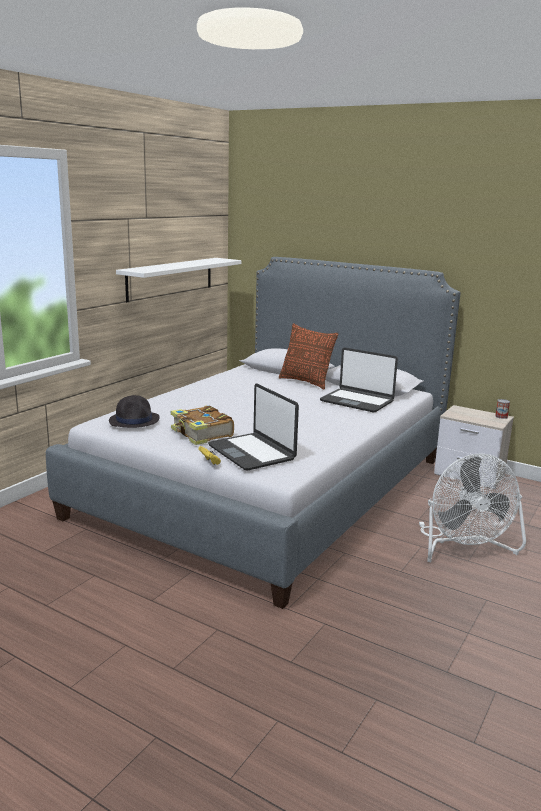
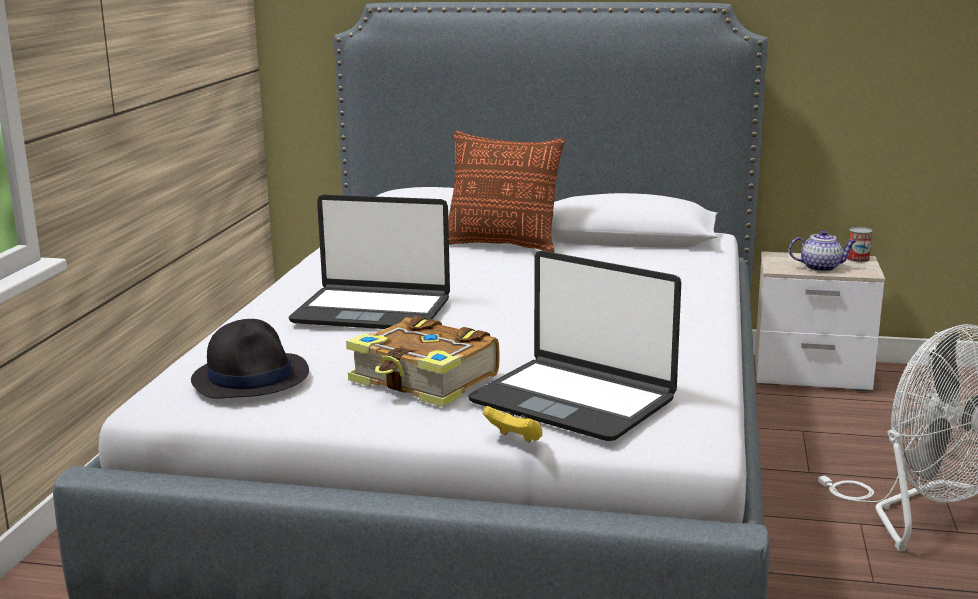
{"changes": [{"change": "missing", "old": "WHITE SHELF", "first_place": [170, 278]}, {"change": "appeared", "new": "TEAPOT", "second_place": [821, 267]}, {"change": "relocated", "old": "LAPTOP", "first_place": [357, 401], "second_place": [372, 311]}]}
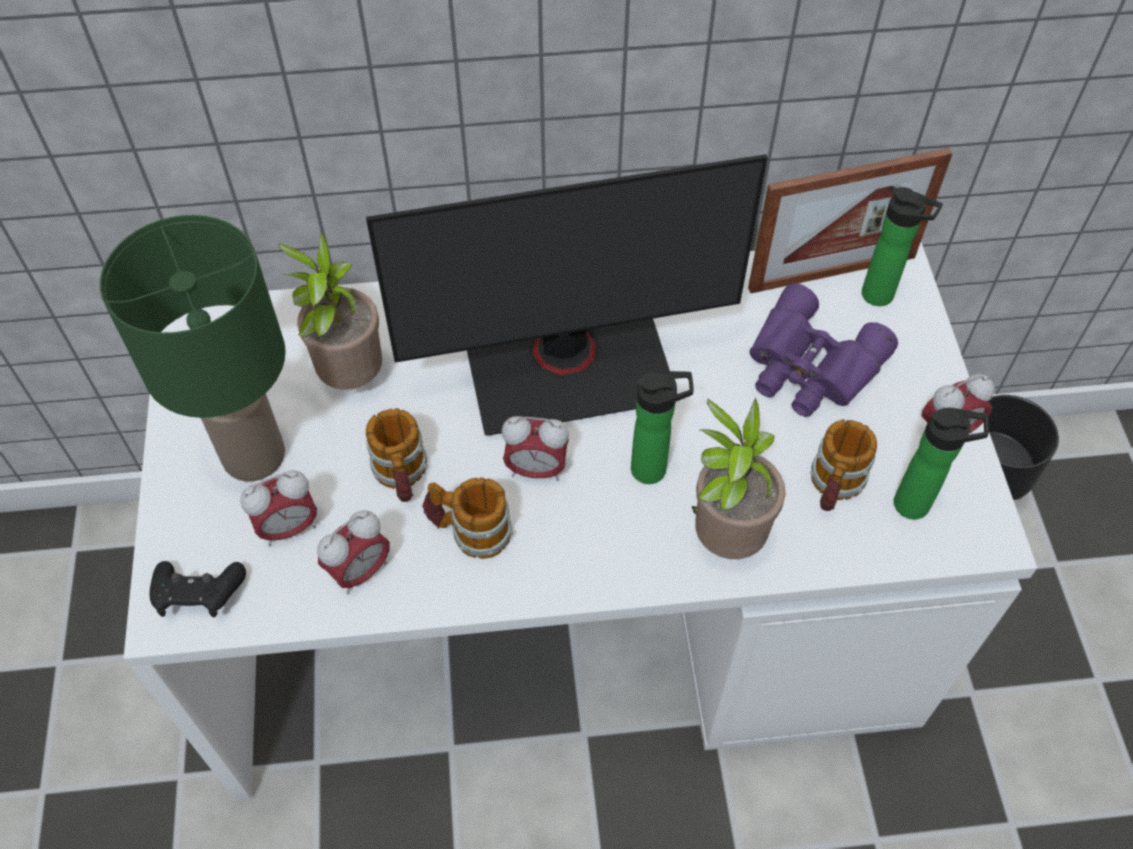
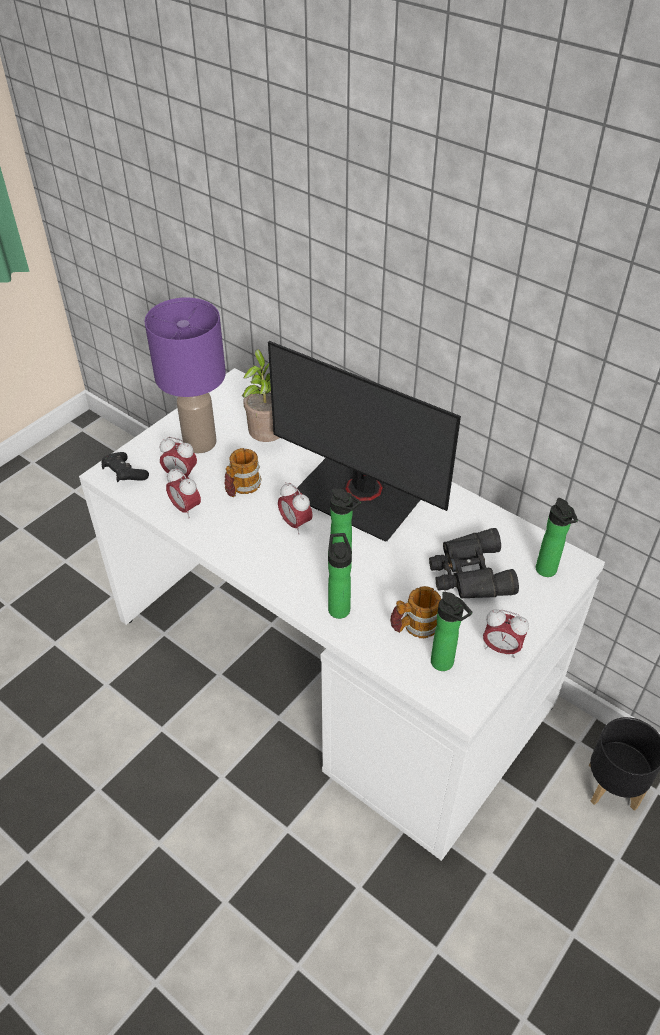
{"changes": [{"change": "missing", "old": "MUG", "first_place": [470, 531]}, {"change": "missing", "old": "PICTURE FRAME", "first_place": [832, 272]}, {"change": "exchanged", "old": "POTTED PLANT", "new": "BOTTLE", "first_place": [724, 537], "second_place": [338, 607]}, {"change": "colour", "old": "GREEN TABLE LAMP", "new": "PURPLE TABLE LAMP", "first_place": [255, 455], "second_place": [200, 443]}, {"change": "colour", "old": "PURPLE BINOCULARS", "new": "BLACK BINOCULARS", "first_place": [810, 367], "second_place": [468, 574]}, {"change": "spun", "old": "ALARM CLOCK", "first_place": [360, 571], "second_place": [185, 508], "degrees": 45}]}
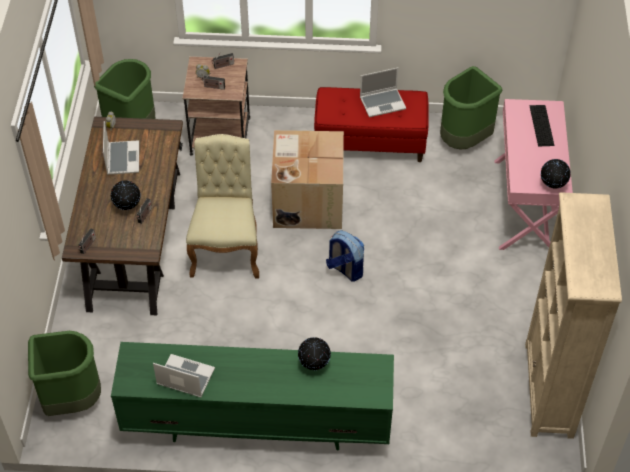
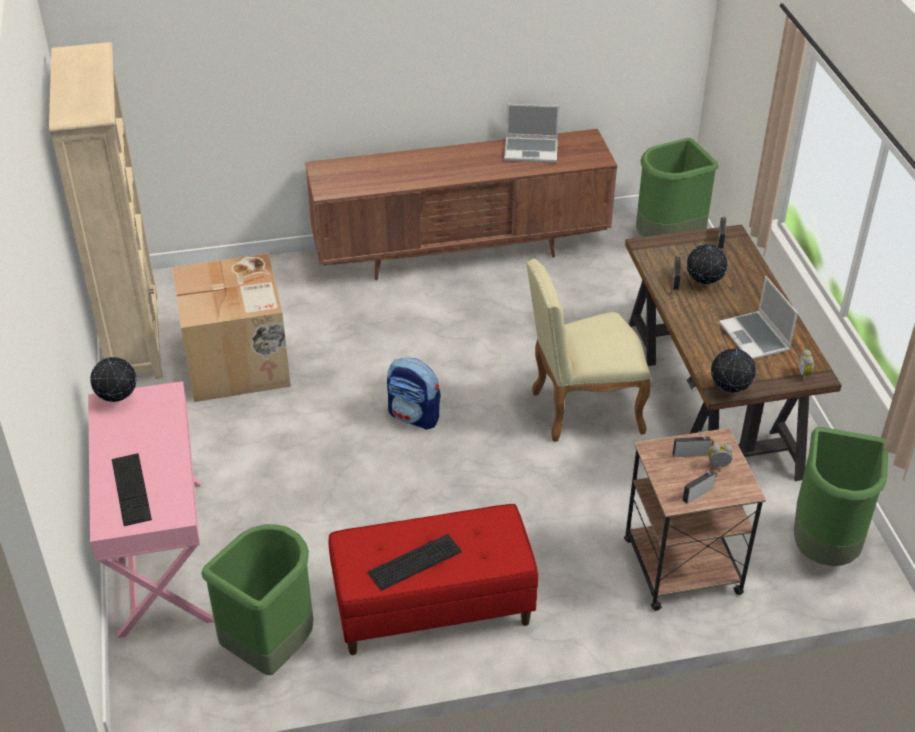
{"changes": [{"change": "relocated", "old": "CARDBOARD BOX", "first_place": [307, 201], "second_place": [238, 363]}, {"change": "relocated", "old": "GLOBE", "first_place": [314, 365], "second_place": [729, 391]}, {"change": "exchanged", "old": "LAPTOP", "new": "KEYBOARD", "first_place": [383, 103], "second_place": [415, 562]}, {"change": "colour", "old": "GREEN CABINET", "new": "BROWN CABINET", "first_place": [256, 427], "second_place": [461, 253]}, {"change": "spun", "old": "BEIGE CHAIR", "first_place": [226, 250], "second_place": [583, 409], "degrees": 90}]}
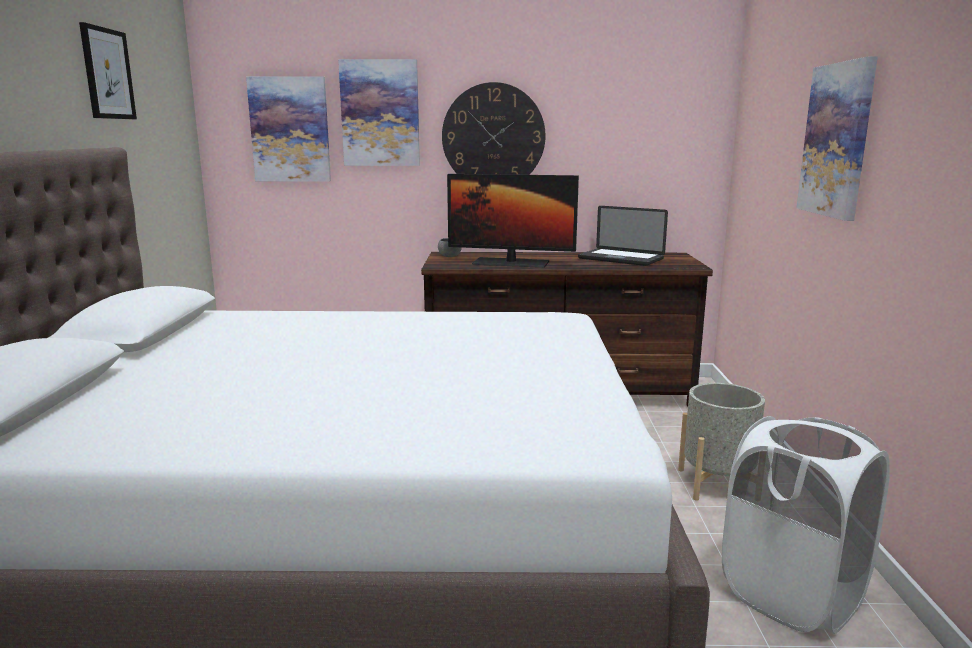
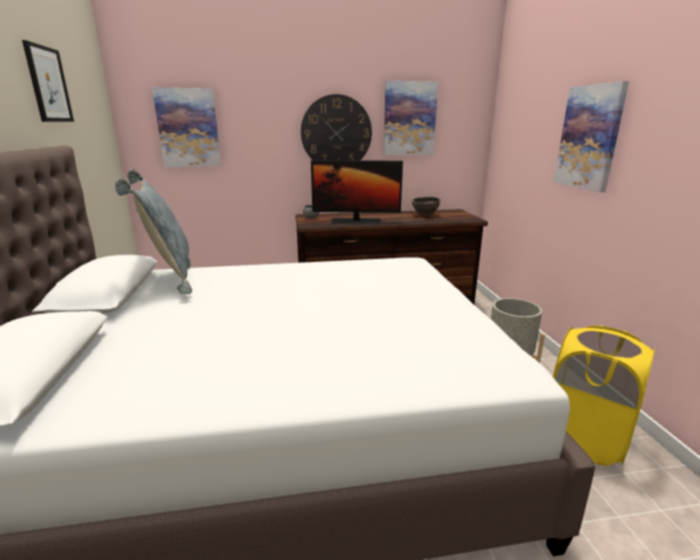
{"changes": [{"change": "appeared", "new": "PILLOW", "second_place": [167, 284]}, {"change": "relocated", "old": "PICTURE", "first_place": [380, 113], "second_place": [409, 119]}, {"change": "exchanged", "old": "LAPTOP", "new": "BROWN BOWL", "first_place": [620, 259], "second_place": [425, 215]}, {"change": "colour", "old": "WHITE LAUNDRY BASKET", "new": "YELLOW LAUNDRY BASKET", "first_place": [792, 595], "second_place": [585, 438]}]}
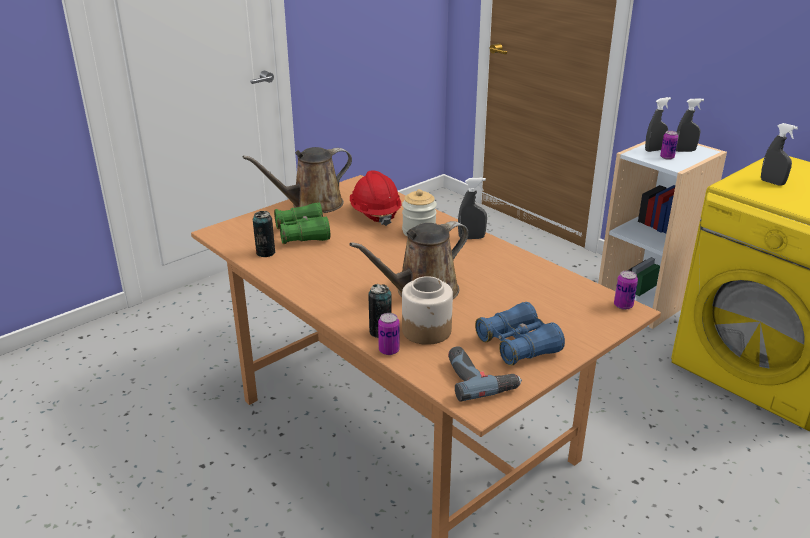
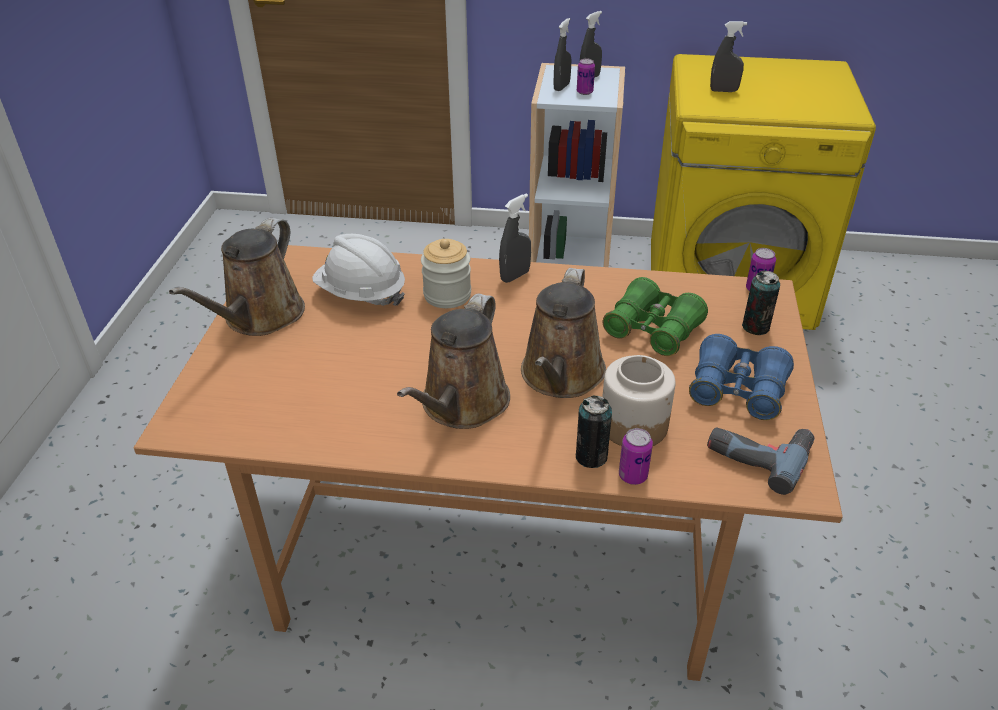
{"changes": [{"change": "appeared", "new": "BROWN WATERING CAN", "second_place": [461, 405]}, {"change": "relocated", "old": "CAN", "first_place": [265, 252], "second_place": [755, 327]}, {"change": "relocated", "old": "GREEN BINOCULARS", "first_place": [303, 234], "second_place": [652, 329]}, {"change": "colour", "old": "RED HARD HAT", "new": "WHITE HARD HAT", "first_place": [375, 214], "second_place": [361, 294]}]}
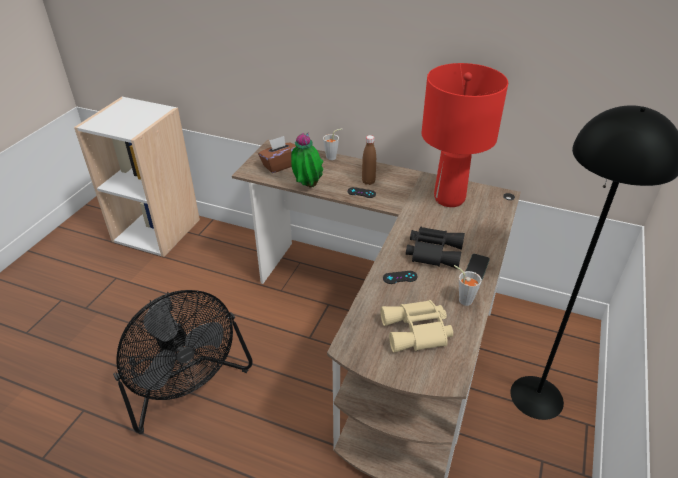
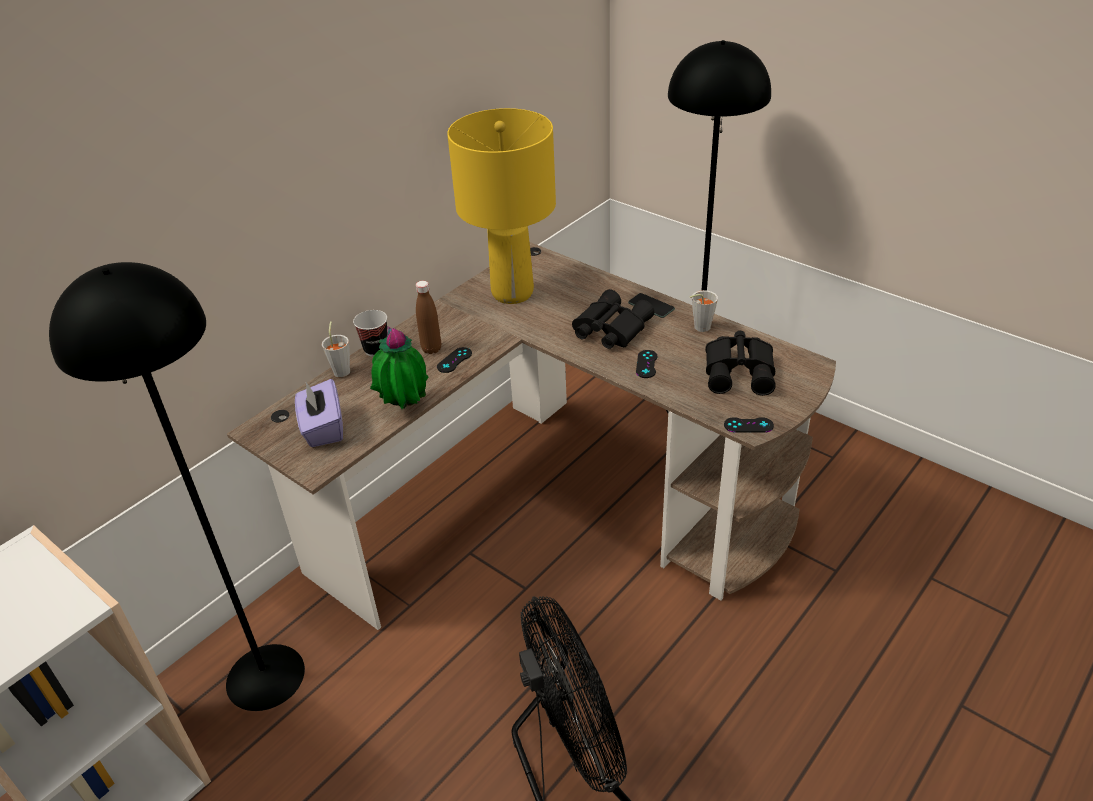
{"changes": [{"change": "appeared", "new": "BLACK FLOOR LAMP", "second_place": [265, 677]}, {"change": "appeared", "new": "CUP", "second_place": [376, 349]}, {"change": "appeared", "new": "BLACK GAME CONTROLLER", "second_place": [748, 425]}, {"change": "colour", "old": "BROWN TISSUE BOX", "new": "PURPLE TISSUE BOX", "first_place": [280, 165], "second_place": [323, 428]}, {"change": "colour", "old": "BEIGE BINOCULARS", "new": "BLACK BINOCULARS", "first_place": [417, 332], "second_place": [741, 371]}, {"change": "colour", "old": "RED TABLE LAMP", "new": "YELLOW TABLE LAMP", "first_place": [449, 198], "second_place": [512, 292]}]}
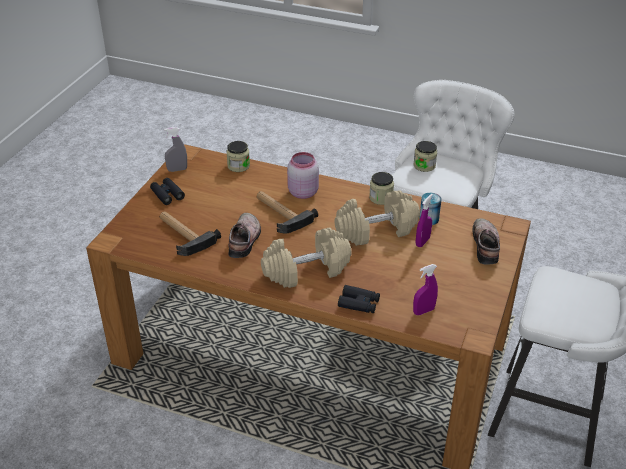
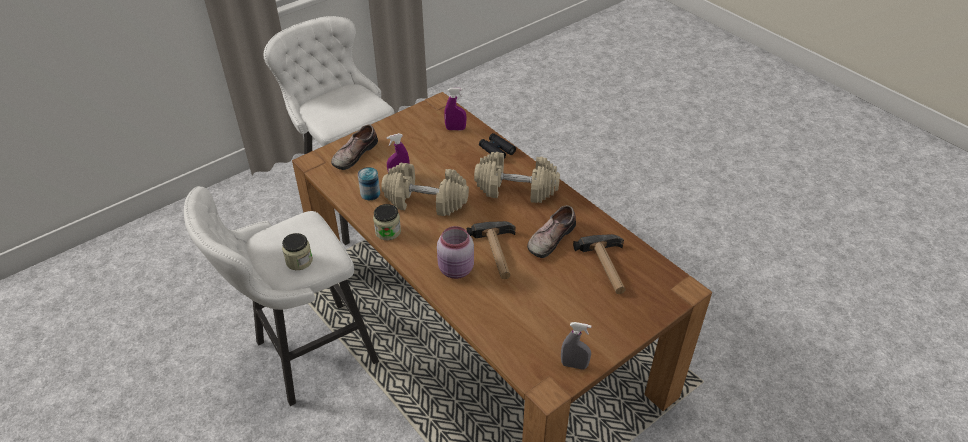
{"changes": [{"change": "missing", "old": "BLACK BINOCULARS", "first_place": [167, 194]}, {"change": "missing", "old": "JAR", "first_place": [238, 166]}]}
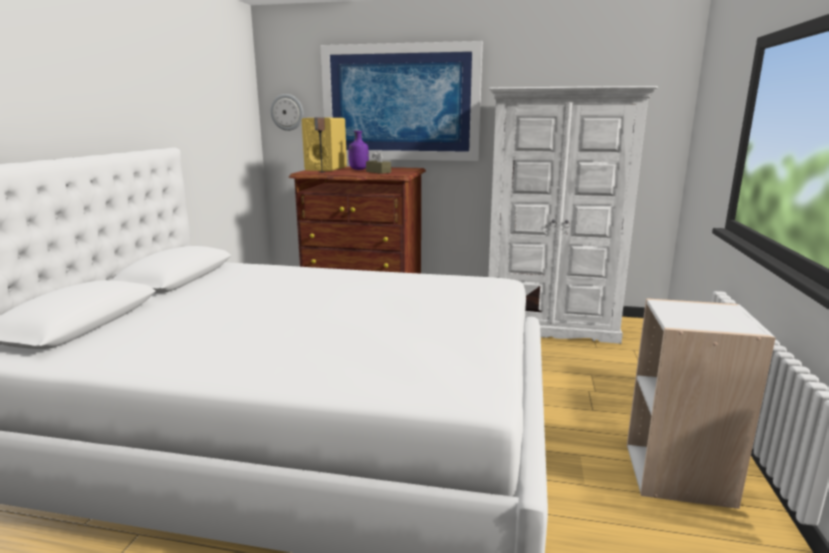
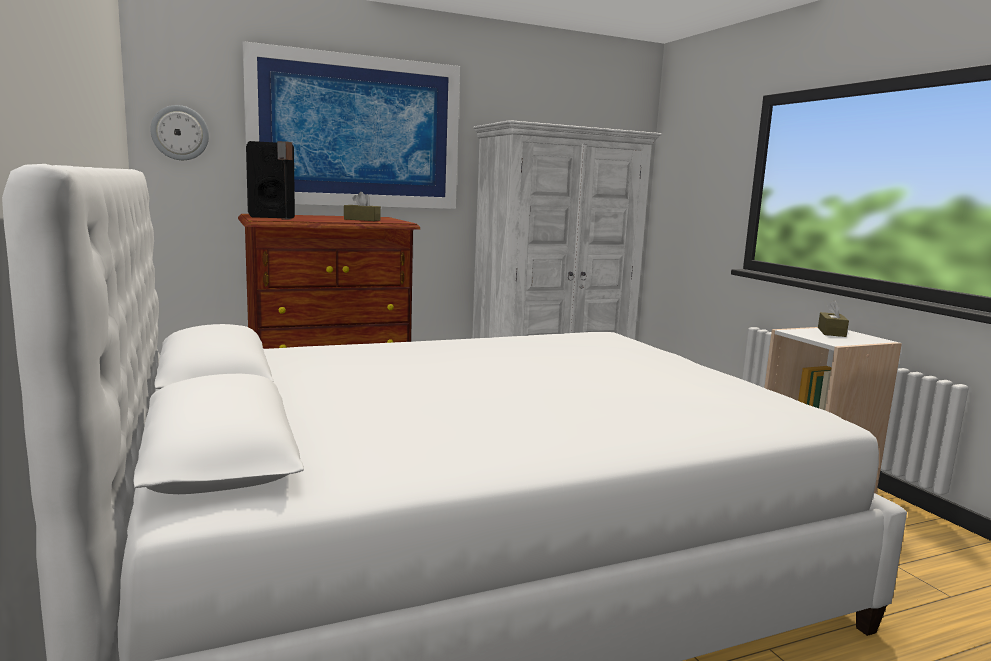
{"changes": [{"change": "missing", "old": "PURPLE BOTTLE", "first_place": [358, 169]}, {"change": "appeared", "new": "BROWN TISSUE BOX", "second_place": [831, 332]}, {"change": "colour", "old": "YELLOW SPEAKER", "new": "BLACK SPEAKER", "first_place": [326, 169], "second_place": [270, 216]}]}
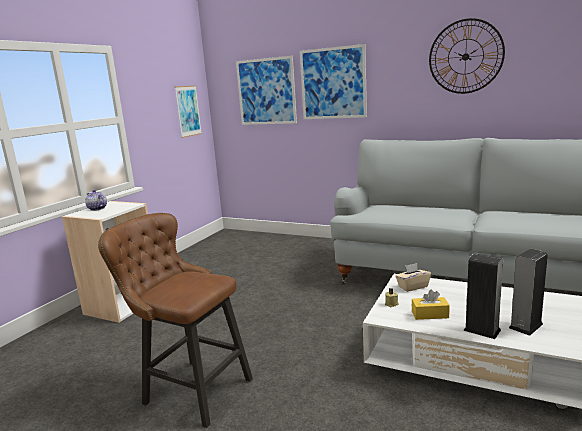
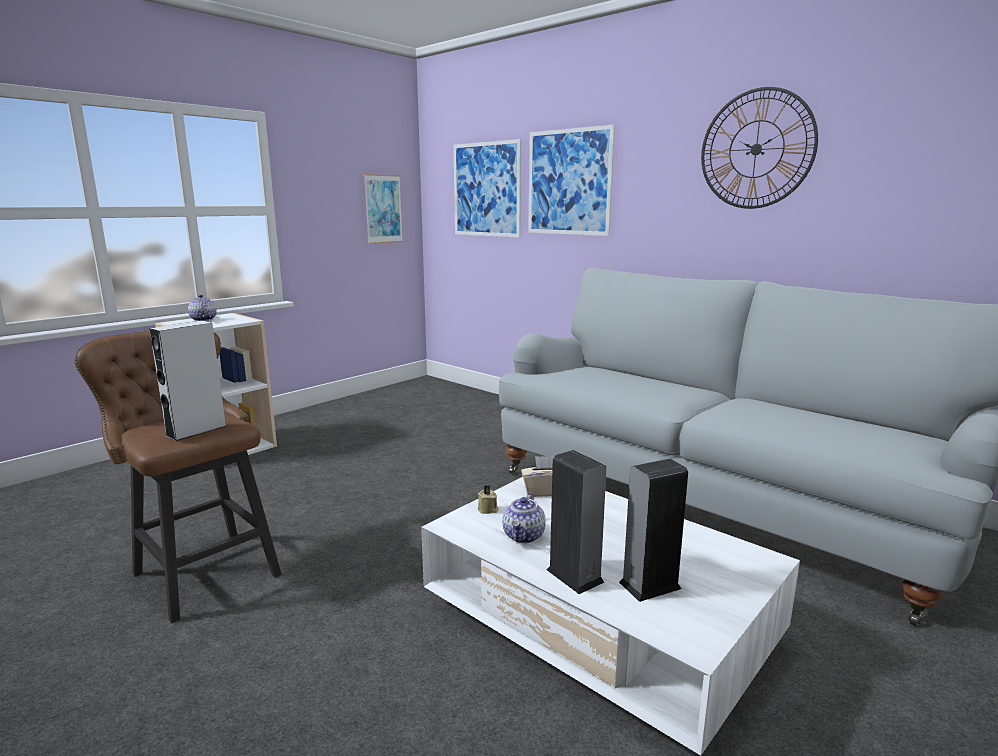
{"changes": [{"change": "appeared", "new": "GREY SPEAKER", "second_place": [196, 431]}, {"change": "exchanged", "old": "YELLOW TISSUE BOX", "new": "TEAPOT", "first_place": [430, 314], "second_place": [524, 536]}]}
